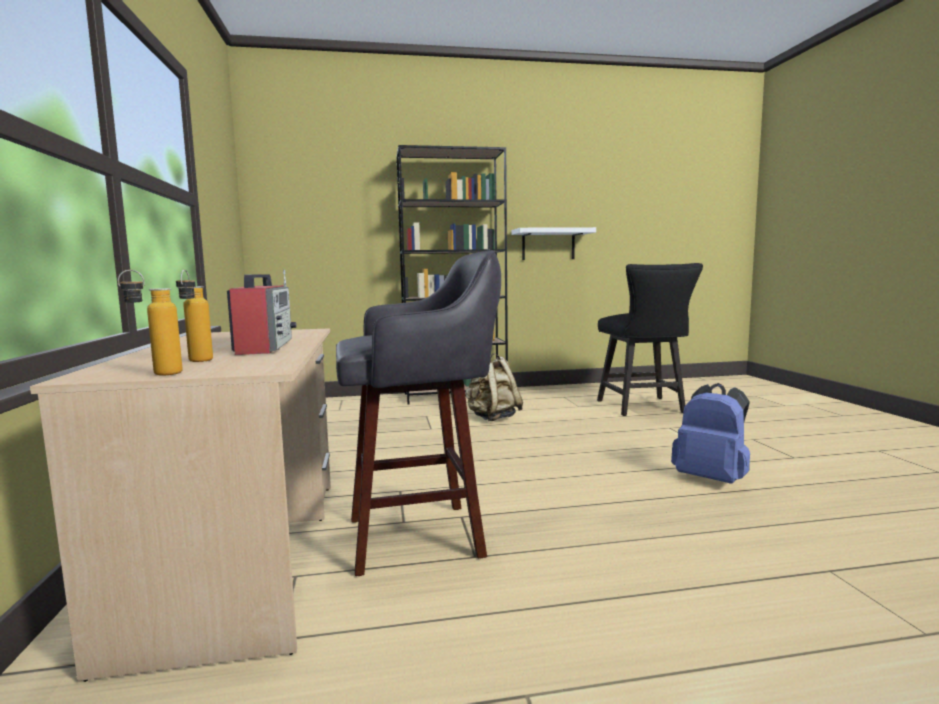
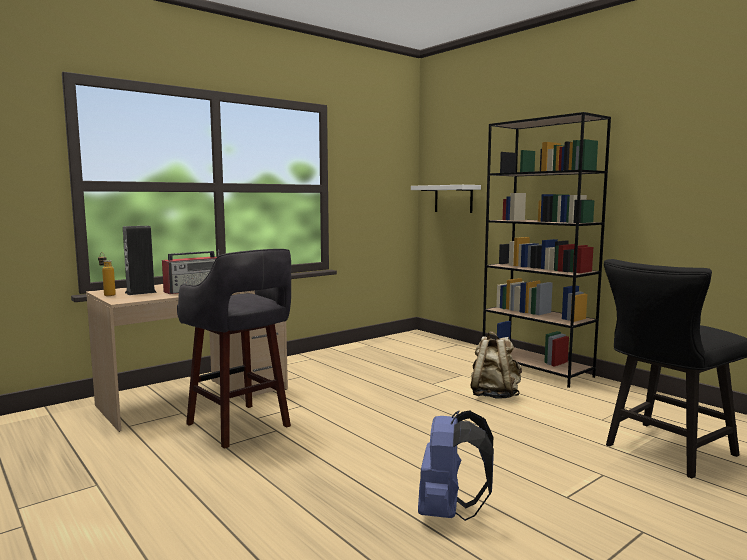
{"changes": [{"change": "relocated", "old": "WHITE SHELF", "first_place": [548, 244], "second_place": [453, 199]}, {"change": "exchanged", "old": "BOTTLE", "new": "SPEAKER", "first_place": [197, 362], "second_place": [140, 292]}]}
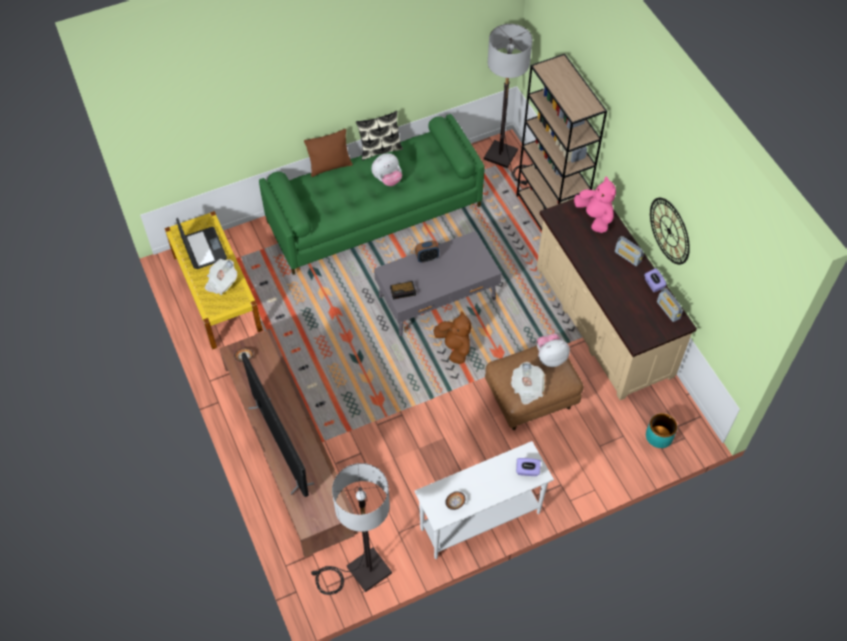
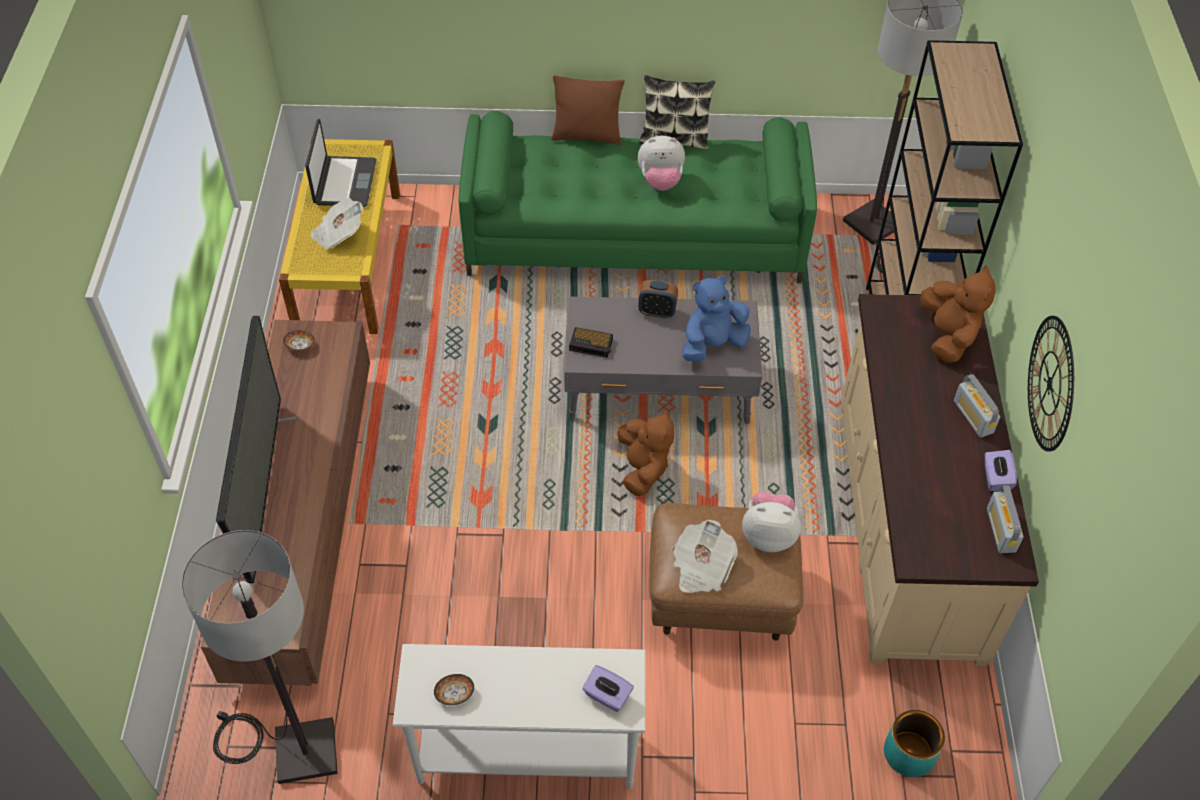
{"changes": [{"change": "appeared", "new": "BLUE PLUSH TOY", "second_place": [712, 344]}, {"change": "colour", "old": "PINK PLUSH TOY", "new": "BROWN PLUSH TOY", "first_place": [594, 217], "second_place": [948, 336]}]}
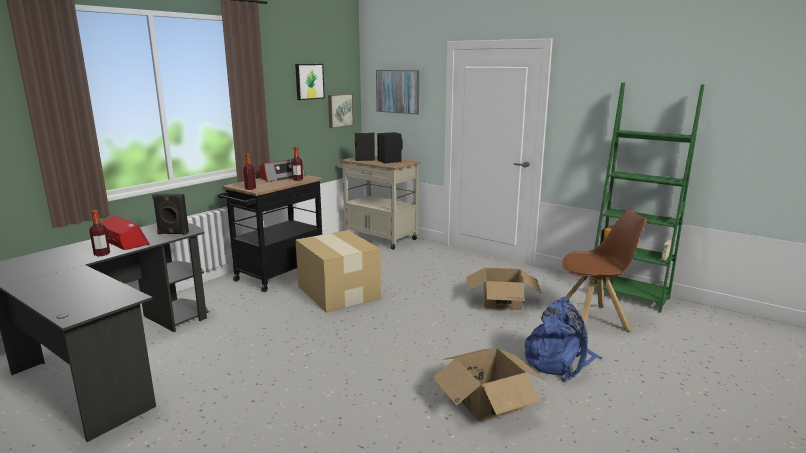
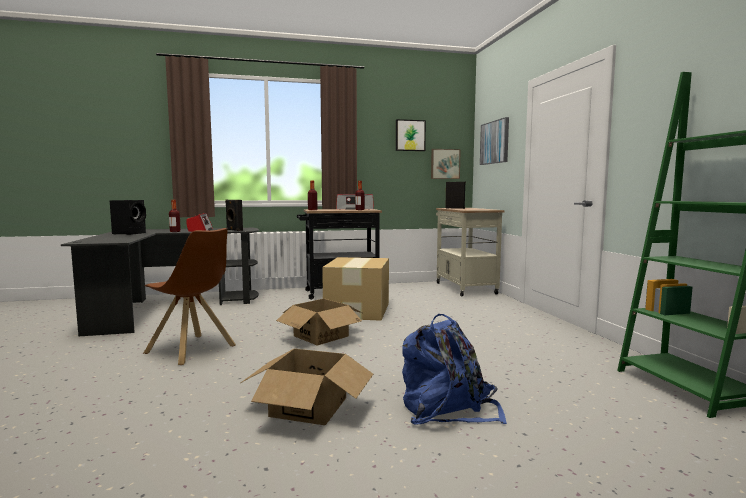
{"changes": [{"change": "relocated", "old": "BLACK SPEAKER", "first_place": [389, 161], "second_place": [130, 233]}, {"change": "relocated", "old": "CARDBOARD BOX", "first_place": [502, 301], "second_place": [321, 336]}, {"change": "relocated", "old": "BROWN CHAIR", "first_place": [593, 320], "second_place": [192, 349]}]}
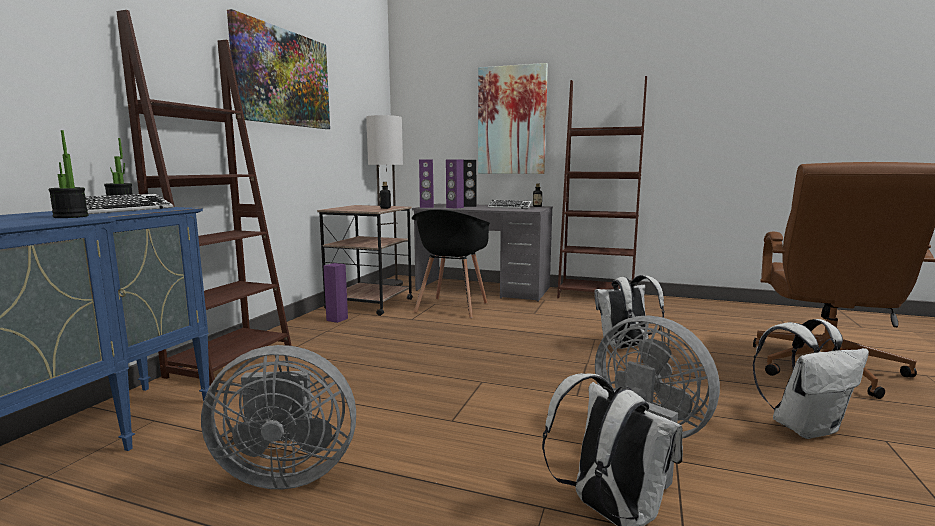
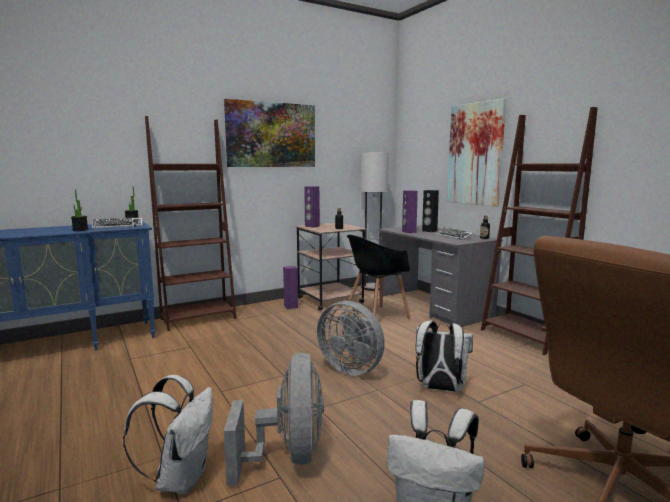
{"changes": [{"change": "relocated", "old": "GREY FAN", "first_place": [285, 472], "second_place": [352, 368]}, {"change": "relocated", "old": "PURPLE SPEAKER", "first_place": [426, 207], "second_place": [312, 226]}]}
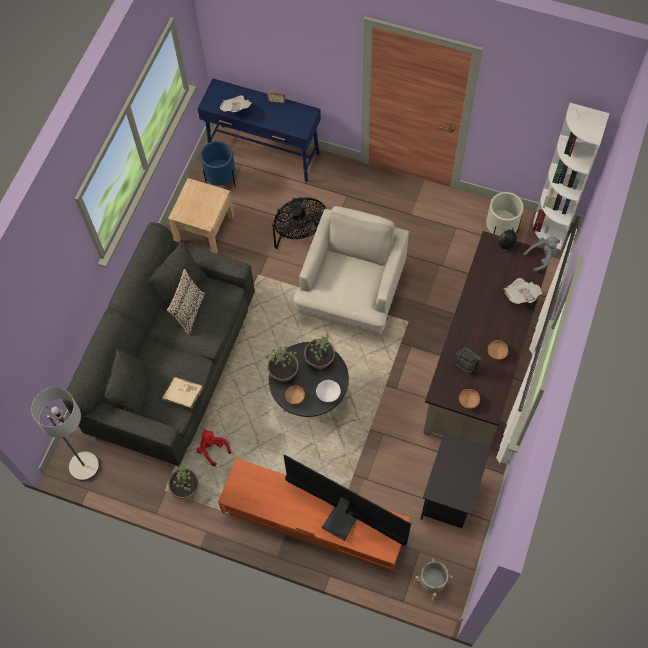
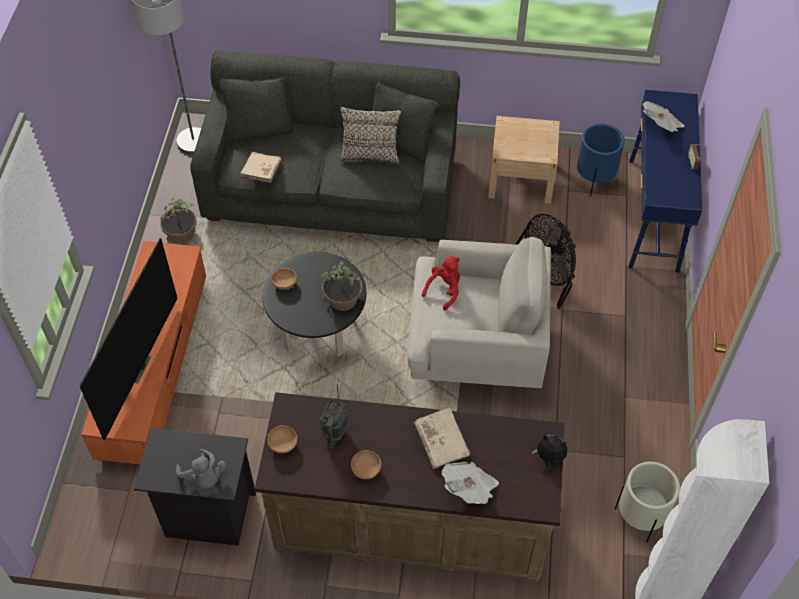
{"changes": [{"change": "missing", "old": "POTTED PLANT", "first_place": [284, 372]}, {"change": "missing", "old": "WHITE BOWL", "first_place": [328, 394]}, {"change": "missing", "old": "GREY PLANTER", "first_place": [432, 582]}, {"change": "appeared", "new": "BEIGE BOOK", "second_place": [441, 442]}, {"change": "relocated", "old": "RED PLUSH TOY", "first_place": [213, 449], "second_place": [444, 290]}, {"change": "relocated", "old": "GREY PLUSH TOY", "first_place": [542, 257], "second_place": [204, 477]}]}
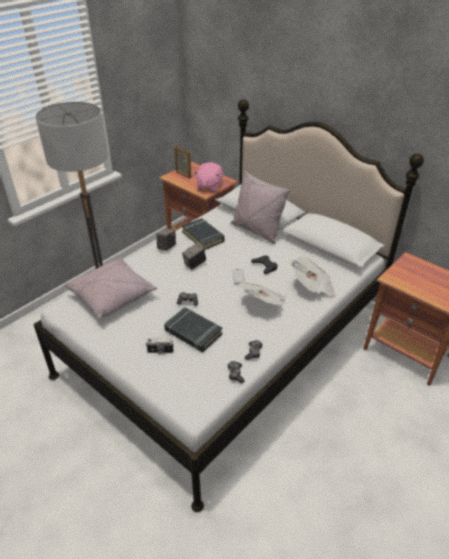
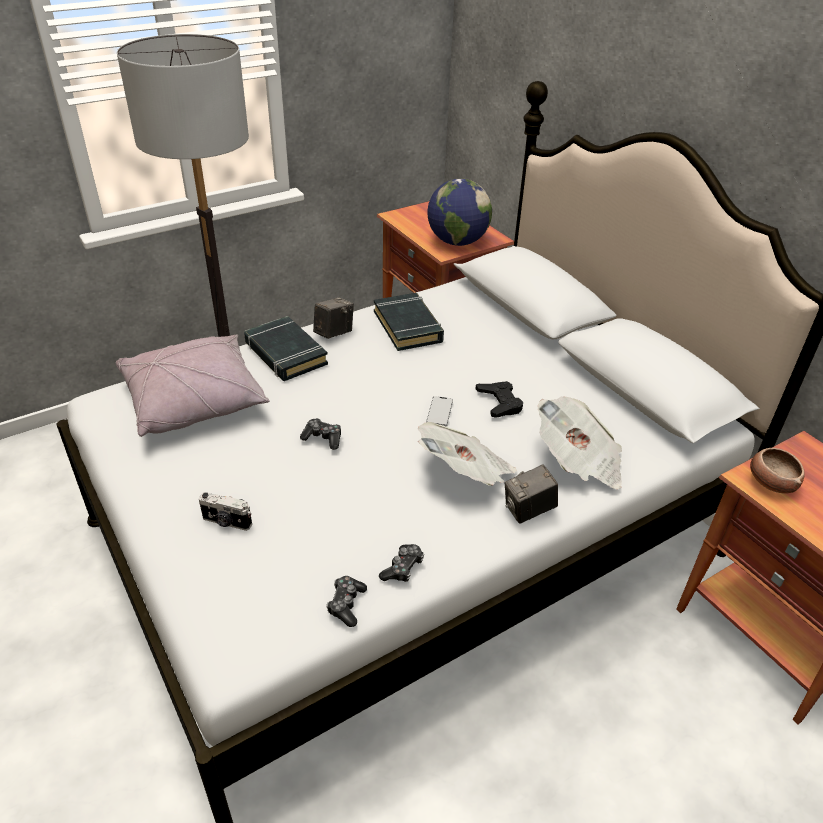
{"changes": [{"change": "missing", "old": "PICTURE FRAME", "first_place": [183, 175]}, {"change": "missing", "old": "PURPLE PILLOW", "first_place": [256, 231]}, {"change": "appeared", "new": "BOWL", "second_place": [770, 482]}, {"change": "relocated", "old": "BLACK BOOK", "first_place": [193, 332], "second_place": [285, 354]}, {"change": "relocated", "old": "PHOTO CAMERA", "first_place": [194, 264], "second_place": [528, 511]}, {"change": "exchanged", "old": "PINK PLUSH TOY", "new": "GLOBE", "first_place": [209, 186], "second_place": [457, 242]}]}
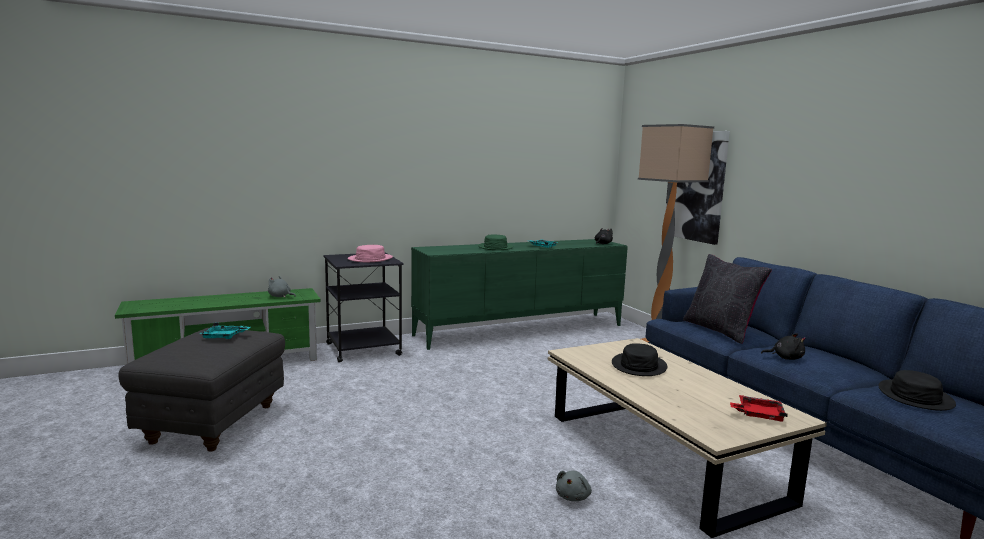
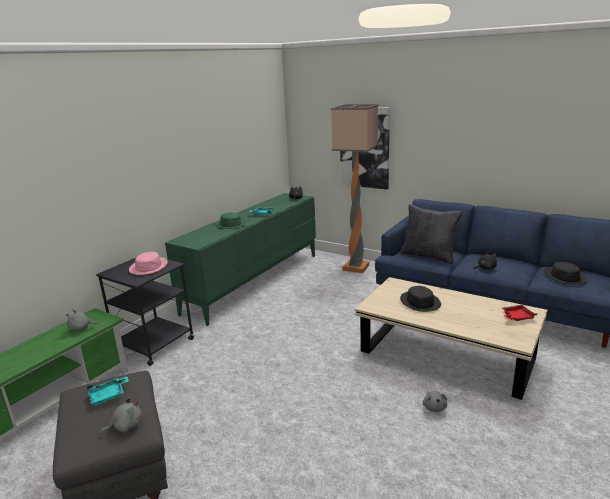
{"changes": [{"change": "appeared", "new": "GREY PLUSH TOY", "second_place": [126, 426]}]}
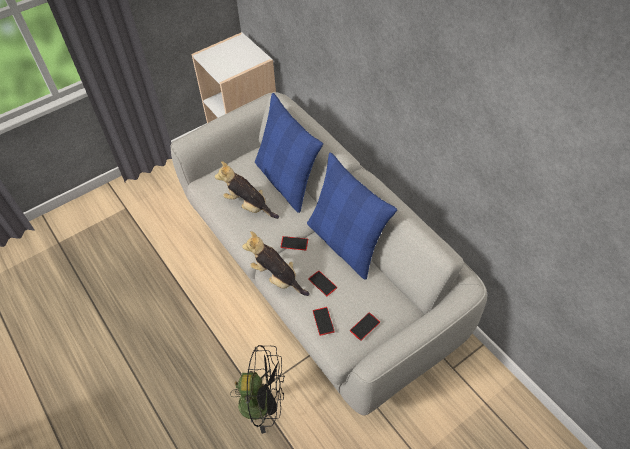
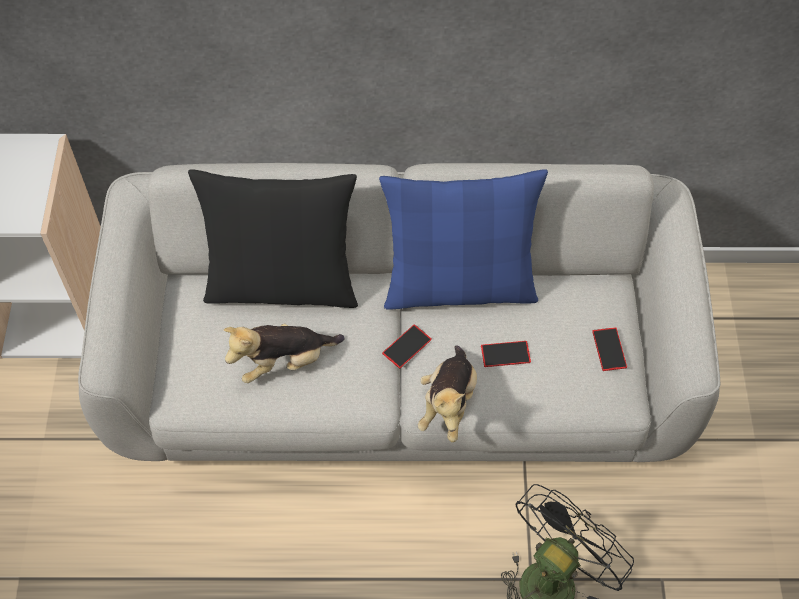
{"changes": [{"change": "missing", "old": "PHONE", "first_place": [323, 321]}, {"change": "colour", "old": "BLUE PILLOW", "new": "BLACK PILLOW", "first_place": [287, 181], "second_place": [282, 285]}, {"change": "spun", "old": "PLUSH TOY", "first_place": [277, 277], "second_place": [448, 404], "degrees": -60}]}
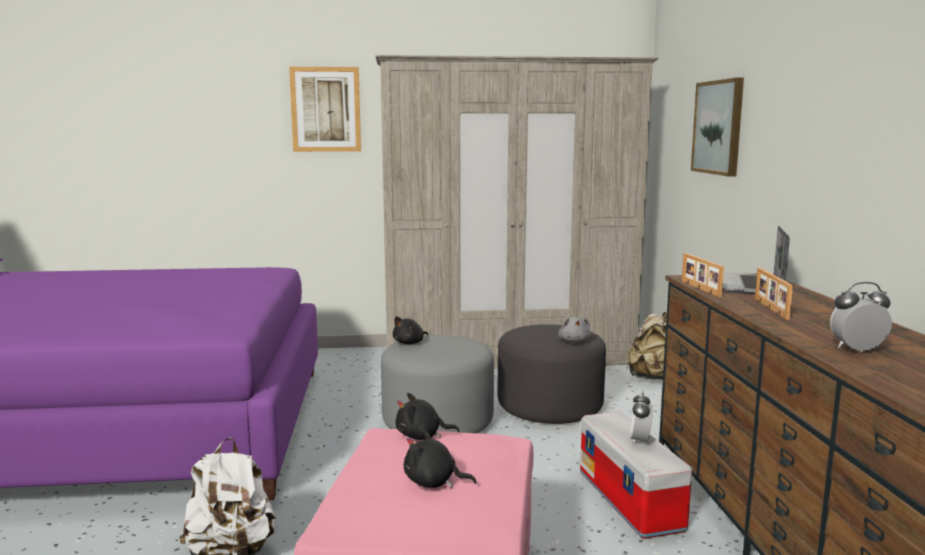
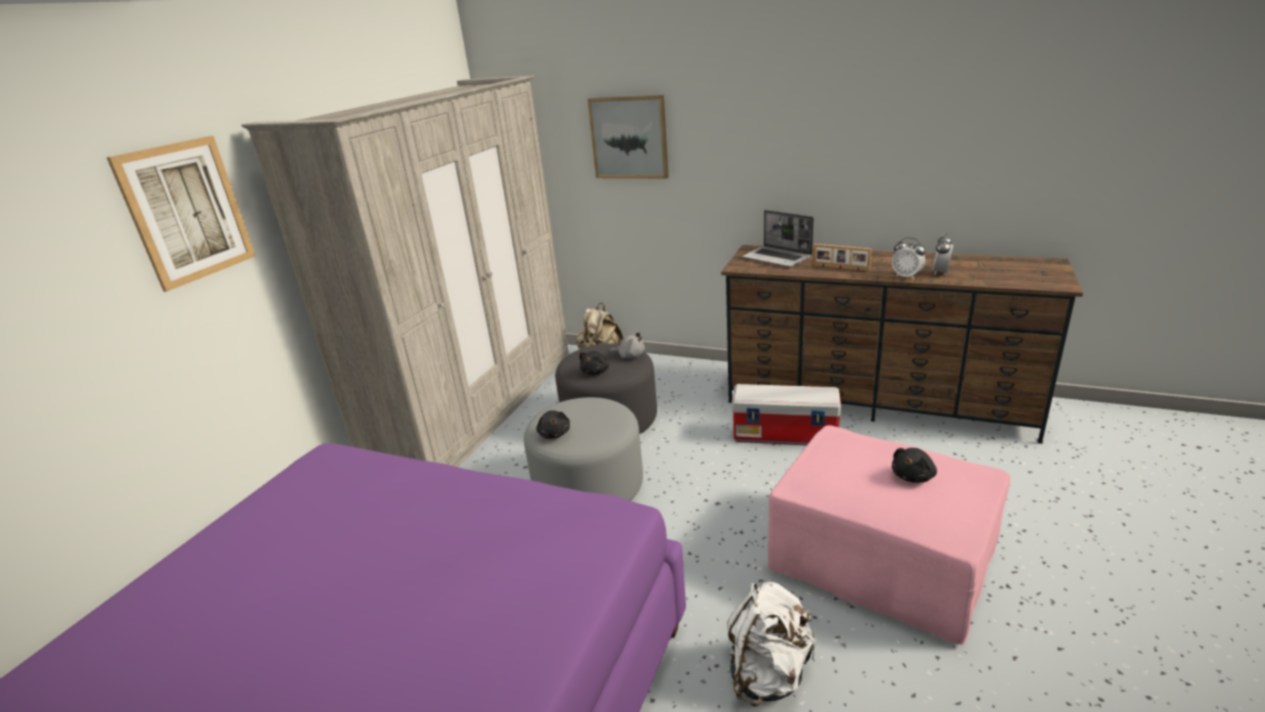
{"changes": [{"change": "missing", "old": "PICTURE FRAME", "first_place": [699, 288]}, {"change": "relocated", "old": "BLACK PLUSH TOY", "first_place": [422, 436], "second_place": [596, 371]}, {"change": "relocated", "old": "ALARM CLOCK", "first_place": [640, 441], "second_place": [906, 276]}]}
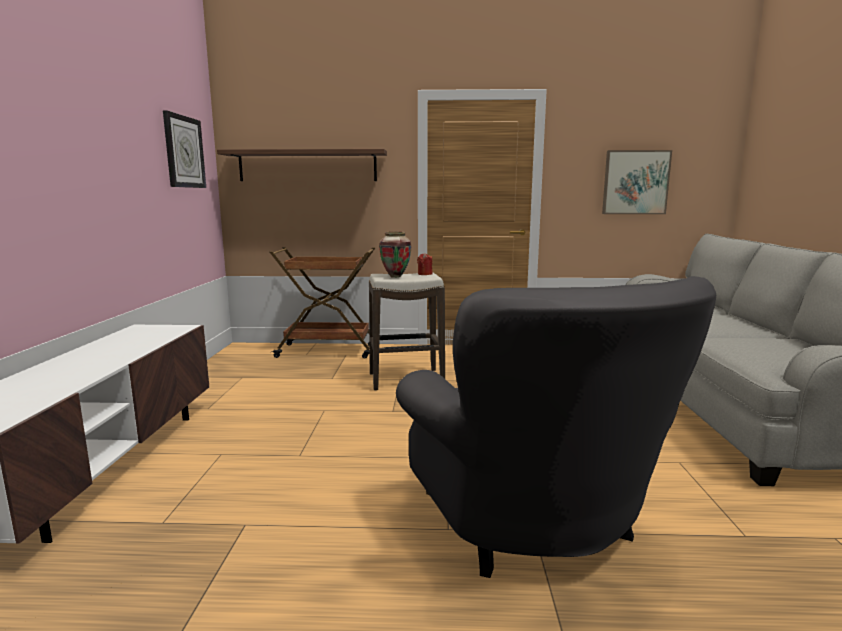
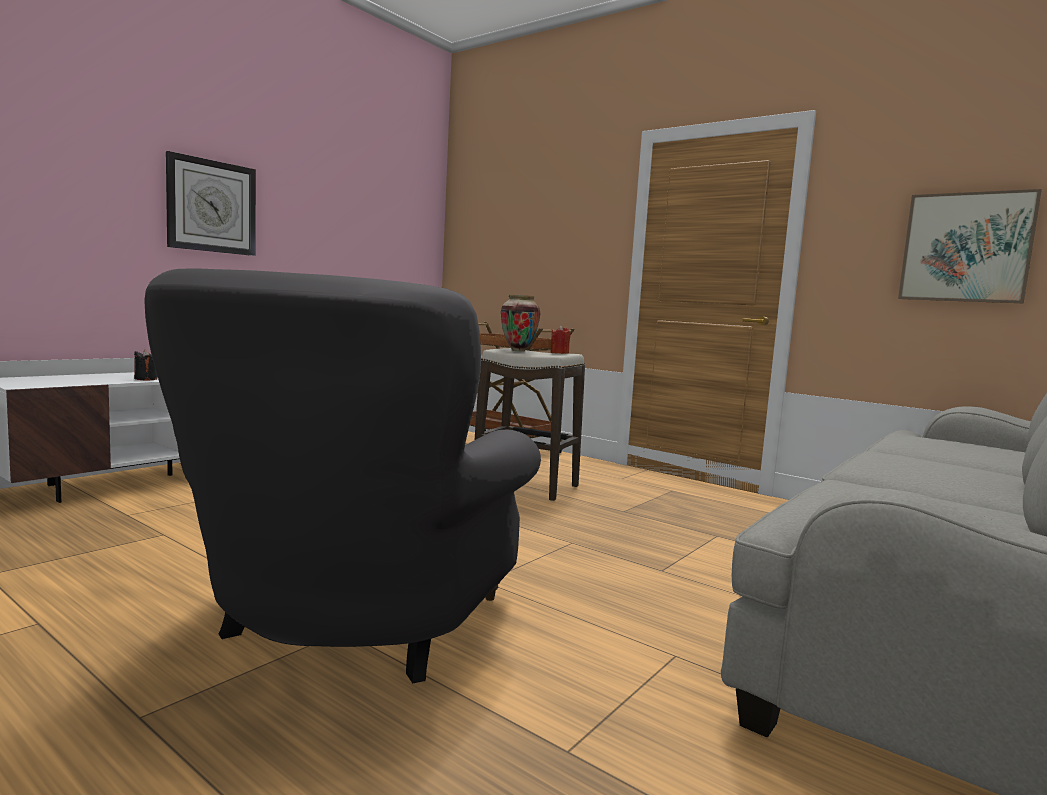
{"changes": [{"change": "missing", "old": "SHELF", "first_place": [307, 166]}, {"change": "appeared", "new": "BLACK CANDLE", "second_place": [146, 379]}, {"change": "relocated", "old": "WALL CLOCK", "first_place": [184, 152], "second_place": [211, 206]}]}
